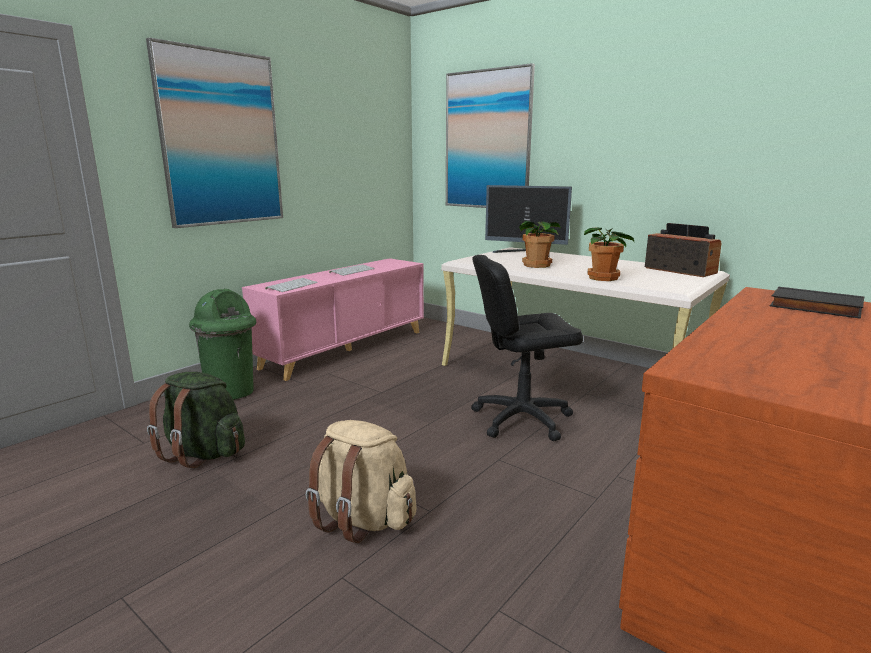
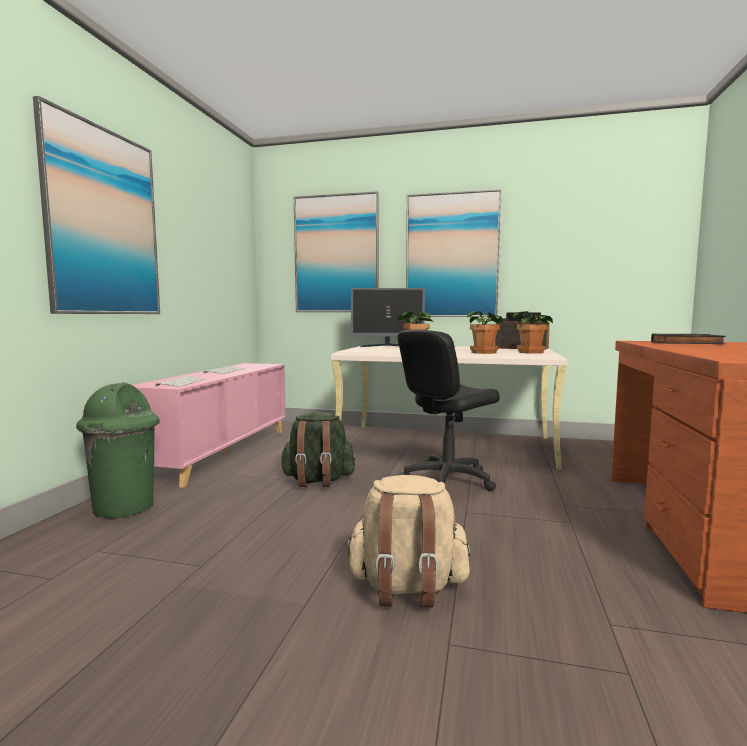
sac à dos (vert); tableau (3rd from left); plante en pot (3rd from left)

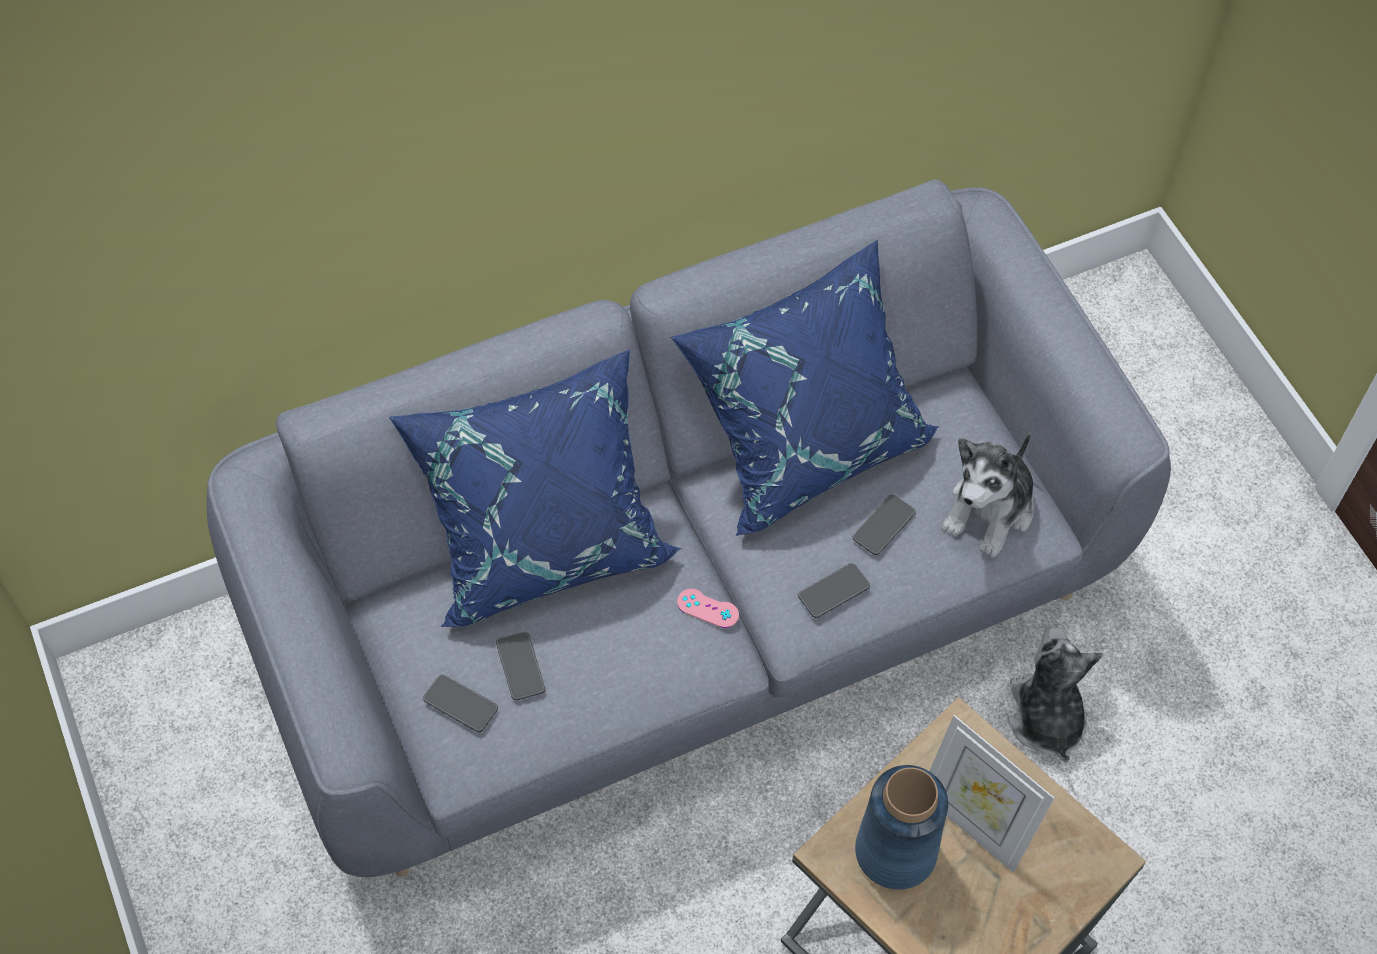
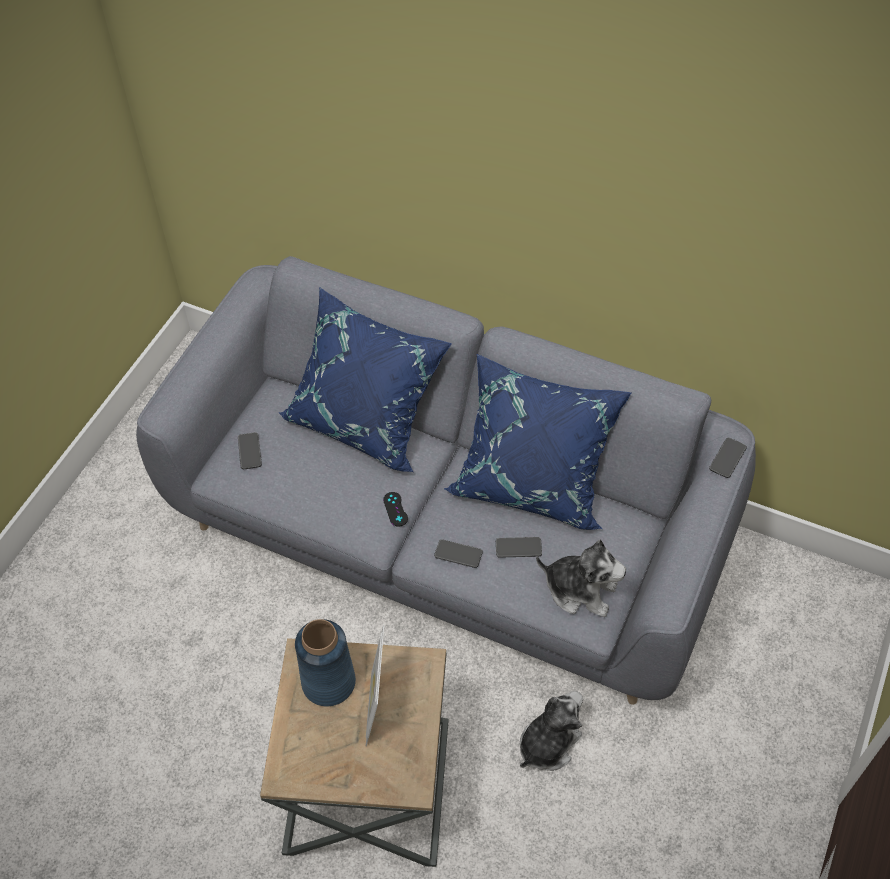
téléphone (4th from left); manette (noir); peluche (2nd from left)

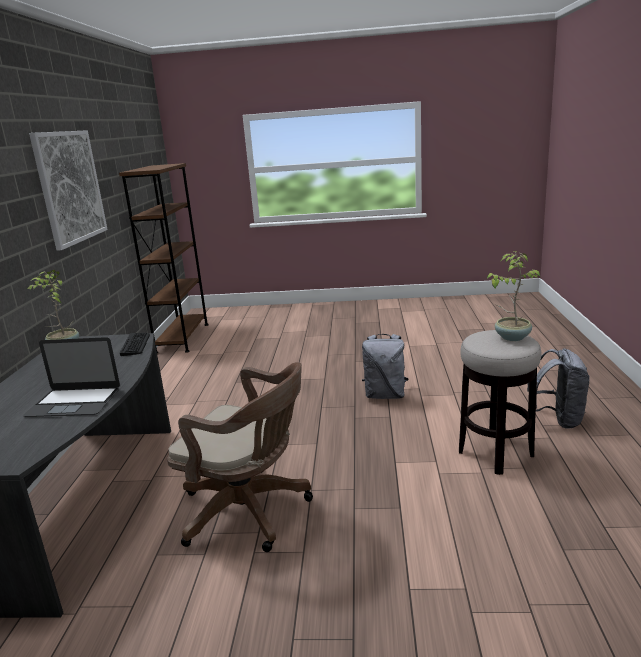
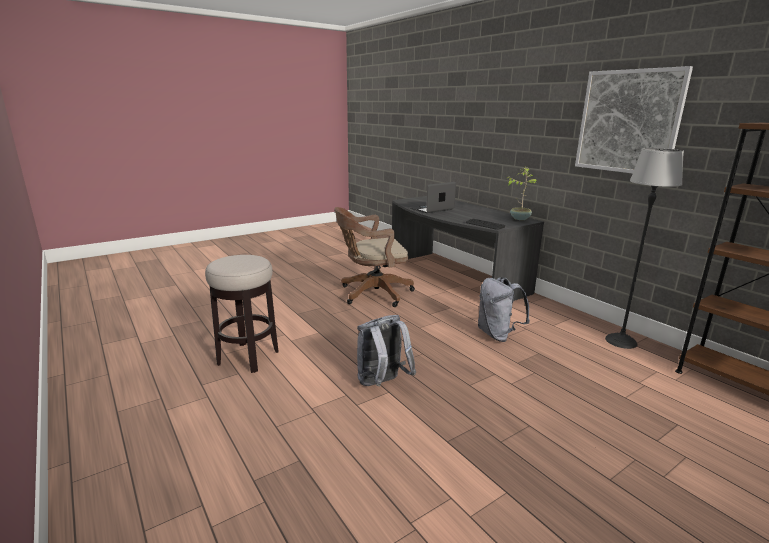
plante en pot (2nd from left in the first image); sac à dos (gris) (2nd from left); lampadaire

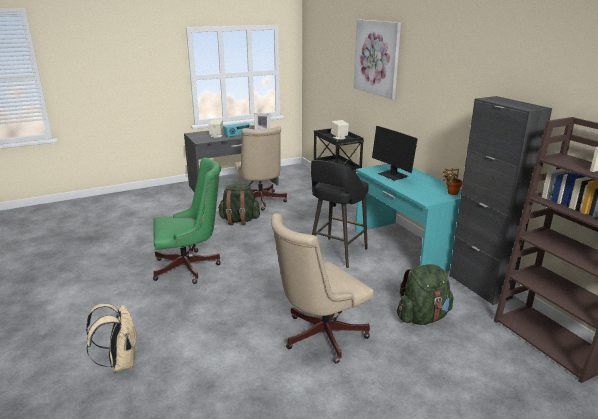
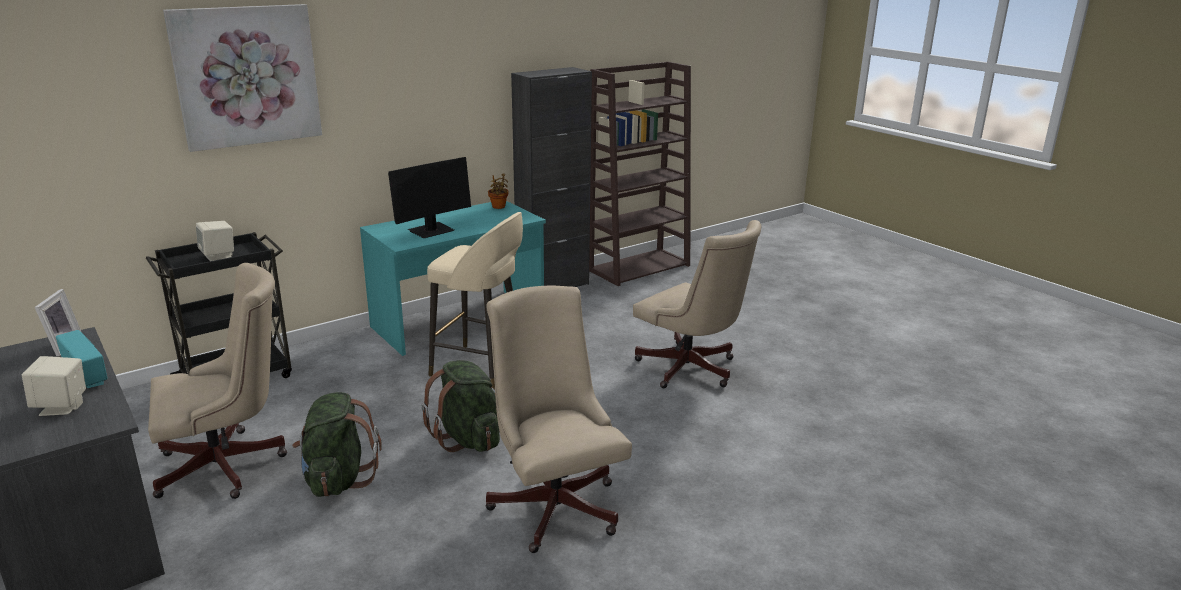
sac à dos (beige); chaise de bureau (beige) (2nd from left); tabouret (beige); sac à dos (vert) (2nd from left)

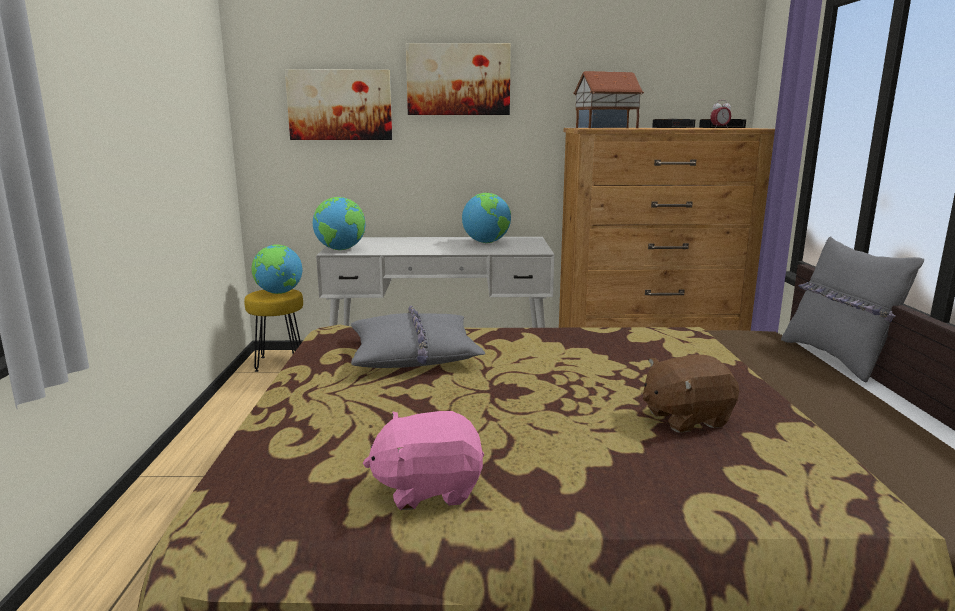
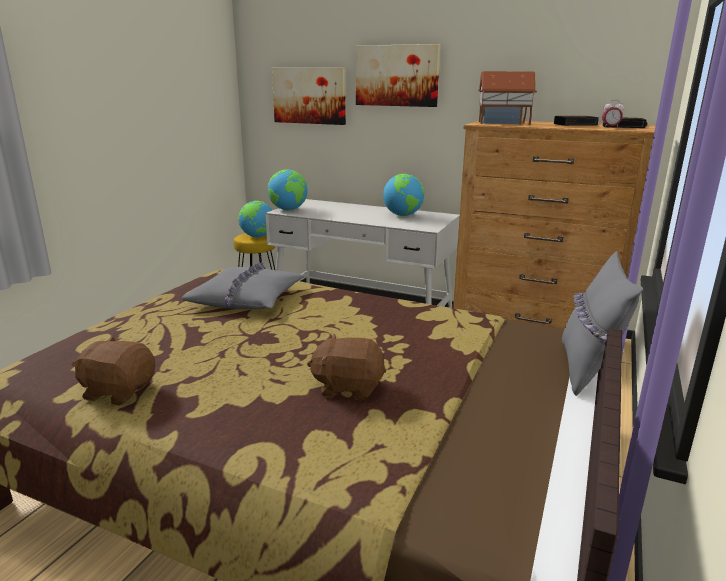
peluche (marron) (1st from left)

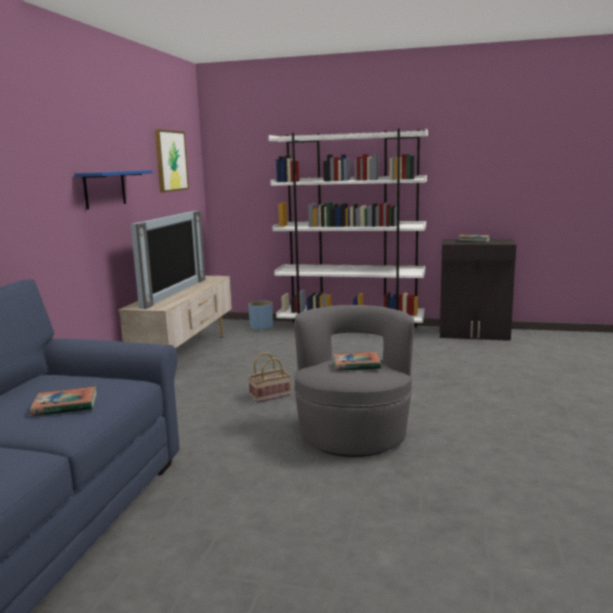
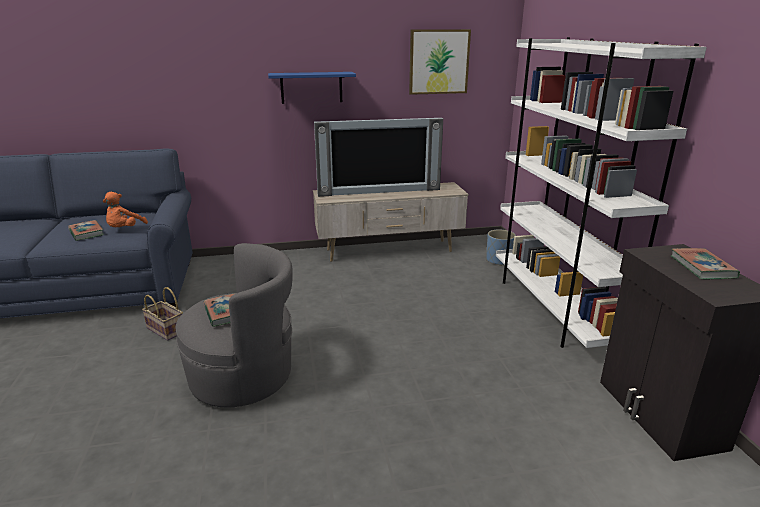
panier; peluche (orange)

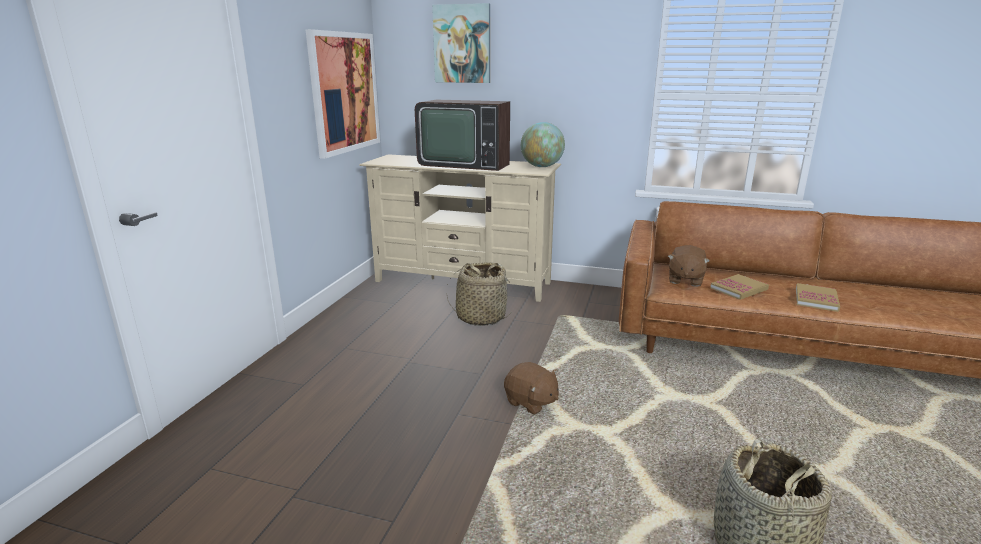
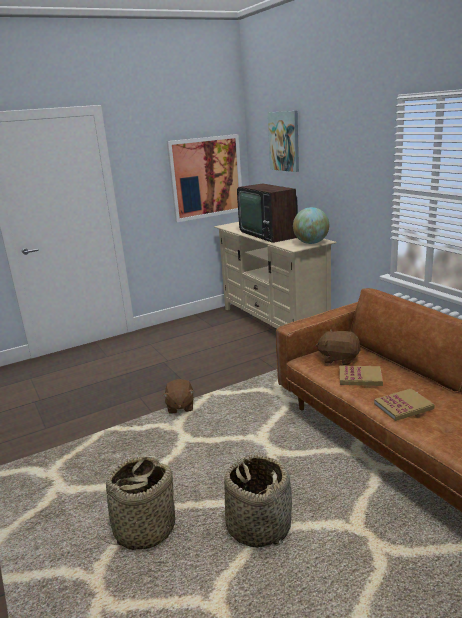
panier (2nd from left); peluche (marron) (2nd from left)

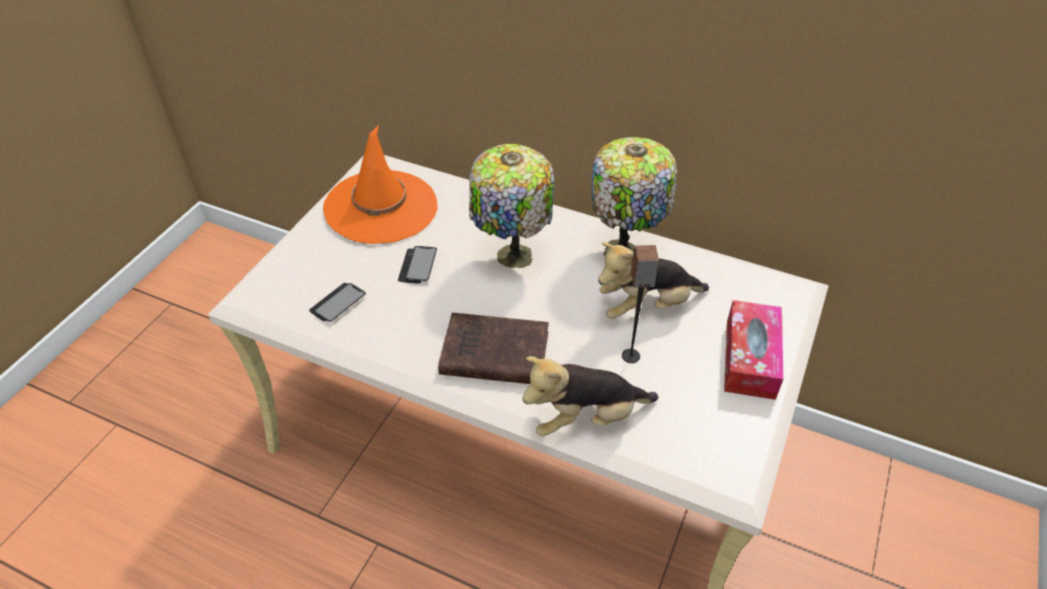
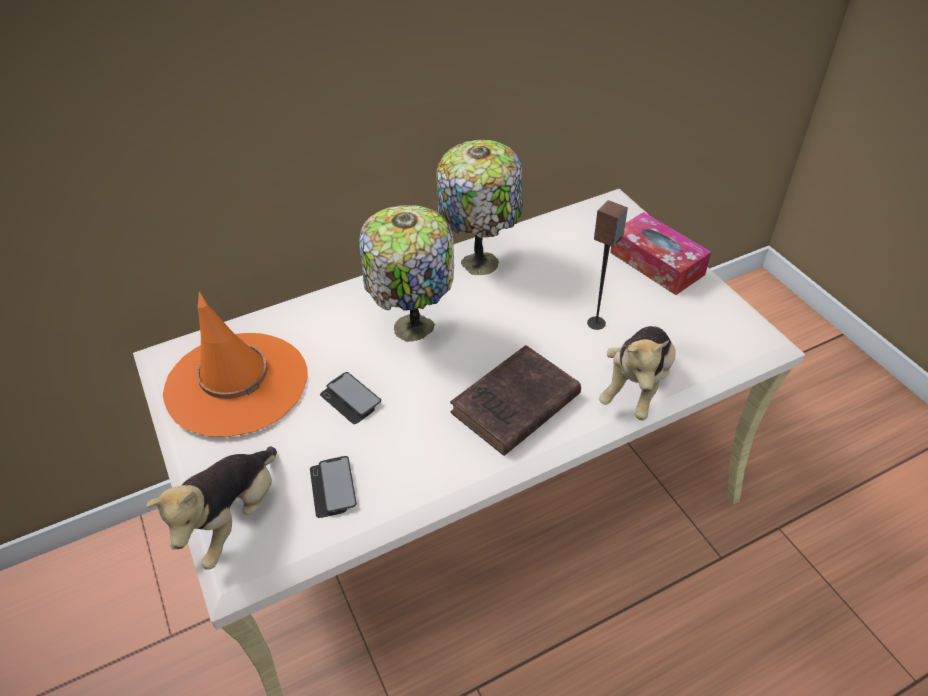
peluche (1st from left)

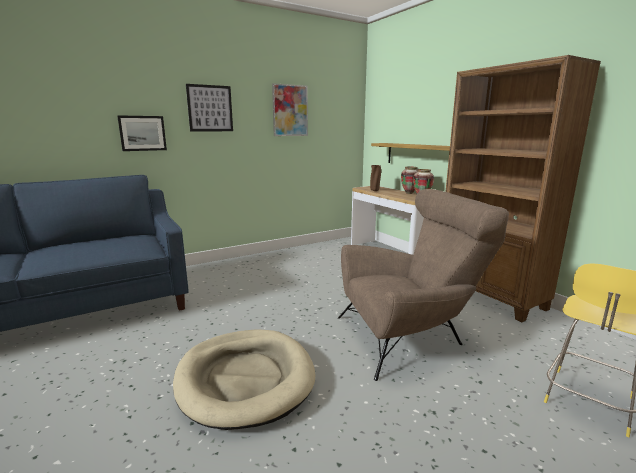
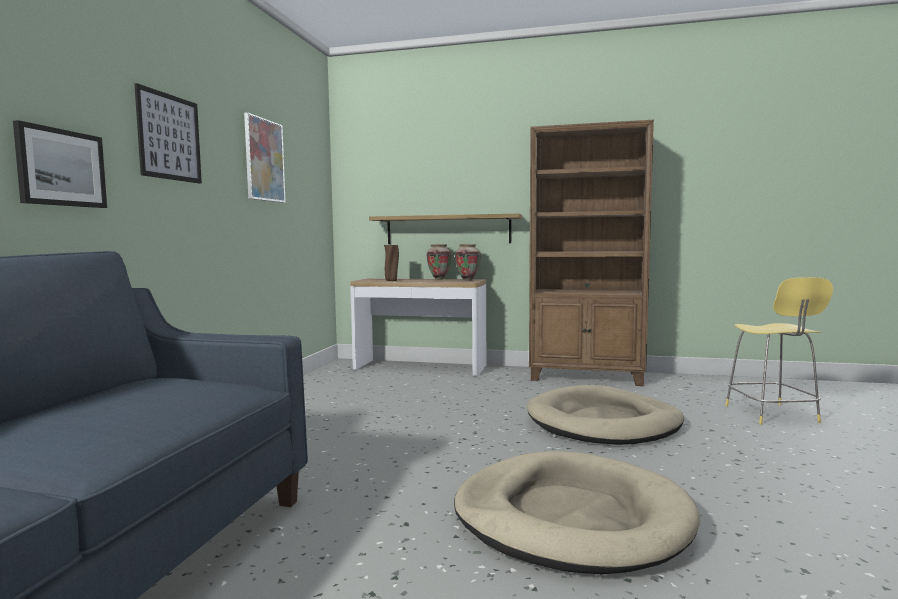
panier pour chien (beige) (2nd from left)

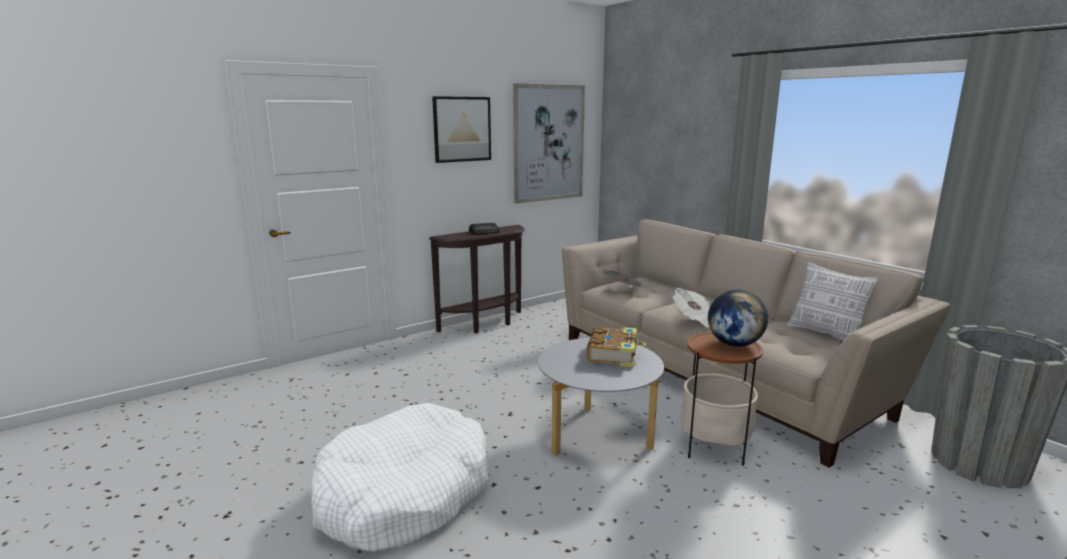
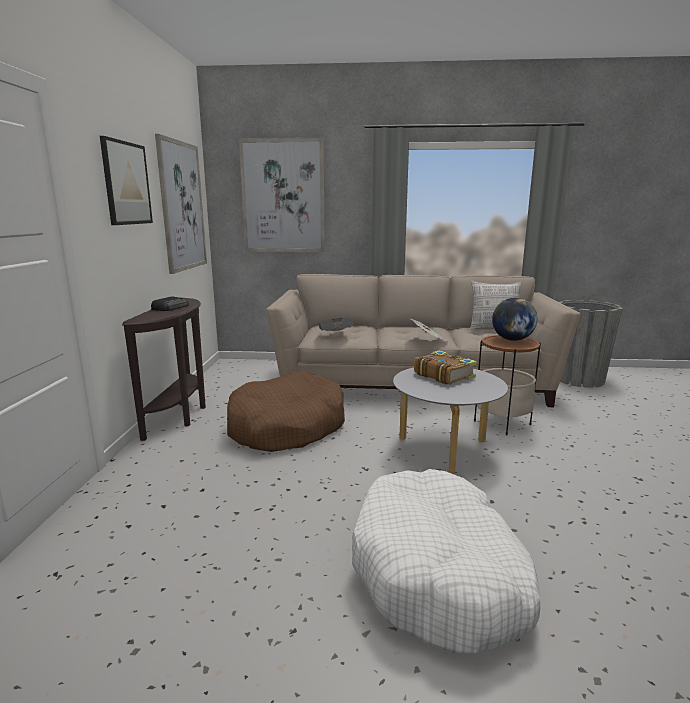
panier pour chien (marron); tableau (3rd from left)

